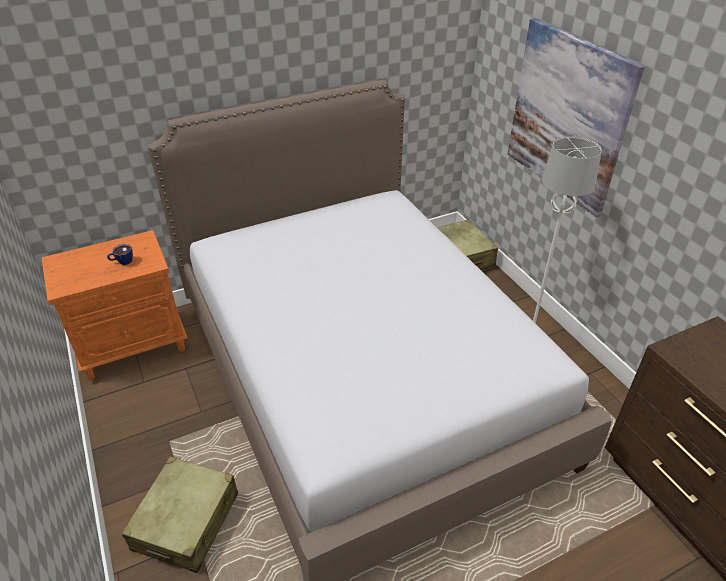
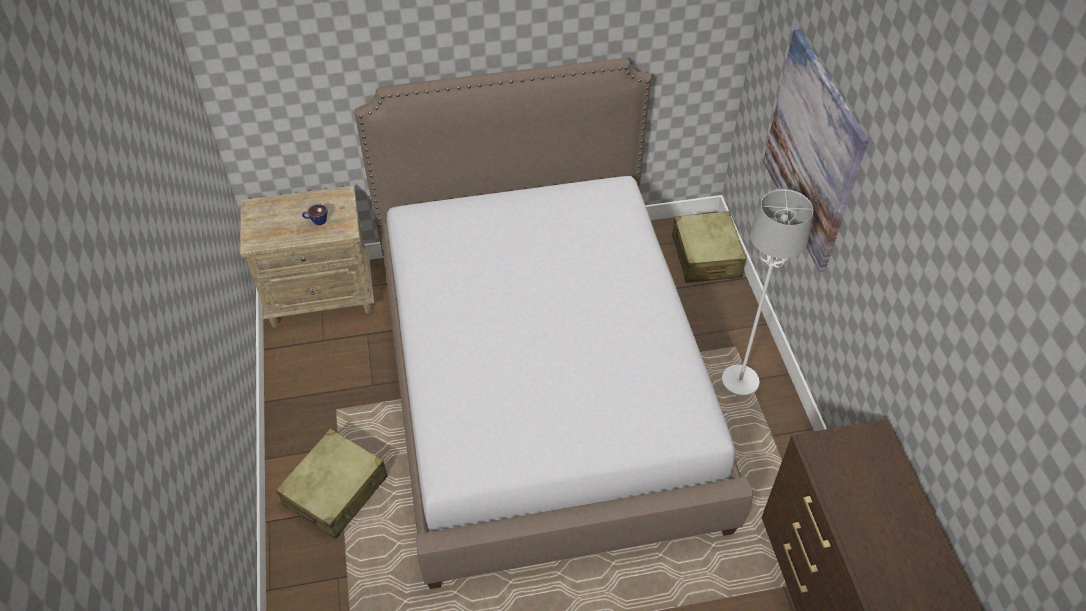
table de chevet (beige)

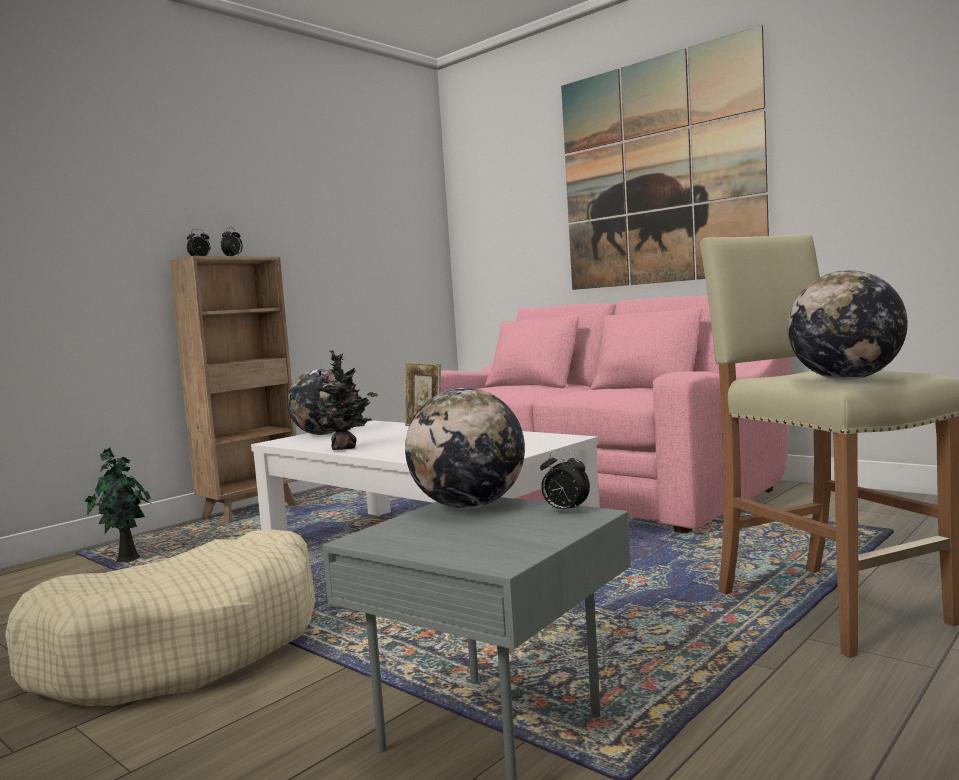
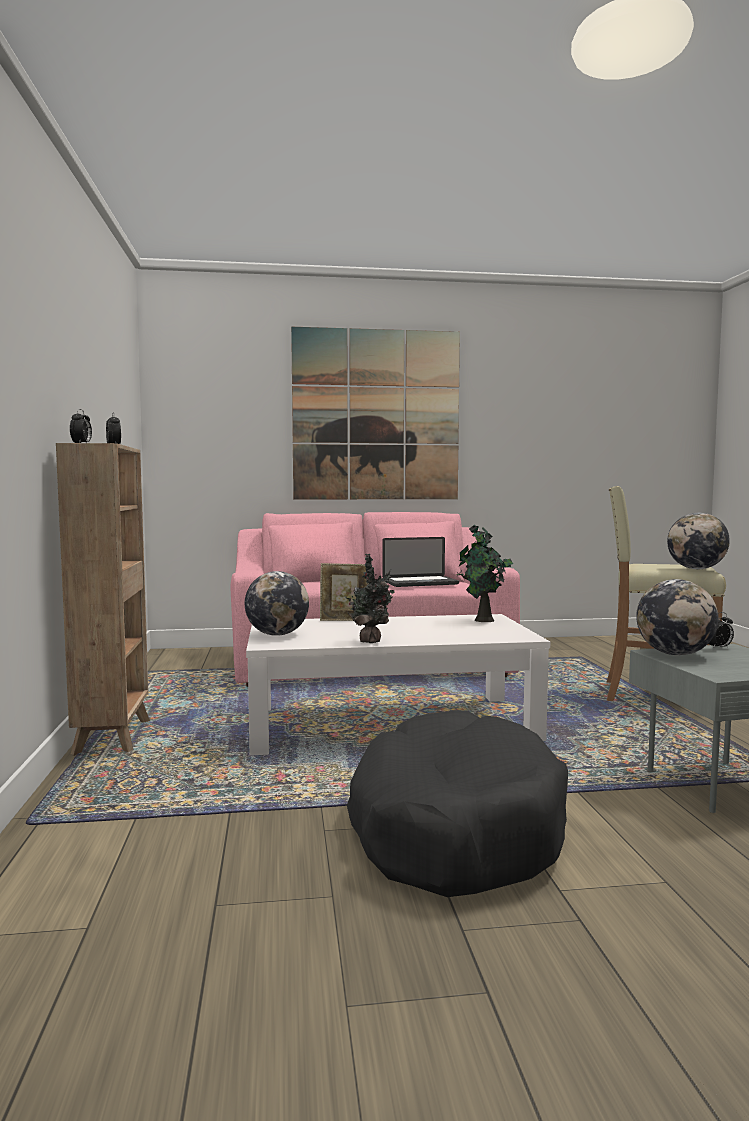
panier pour chien (noir); plante en pot (2nd from left); ordinateur portable

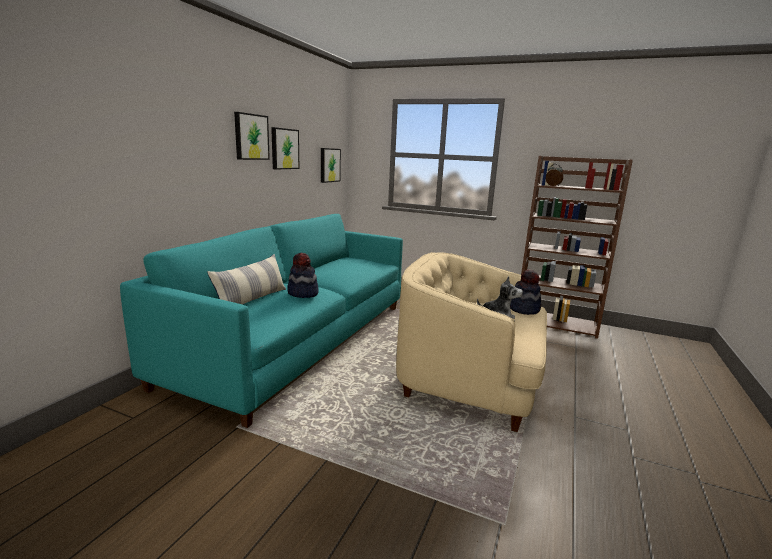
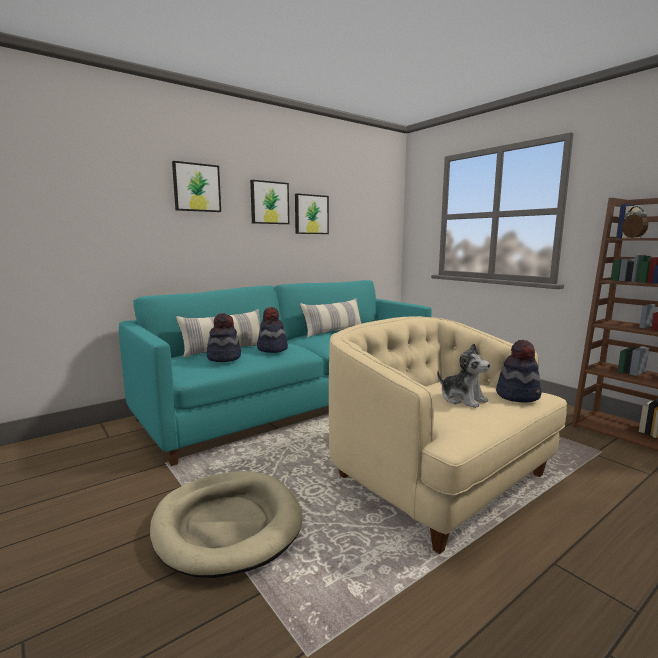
tableau (1st from left); panier pour chien (beige); chapeau (1st from left); coussin (2nd from left)

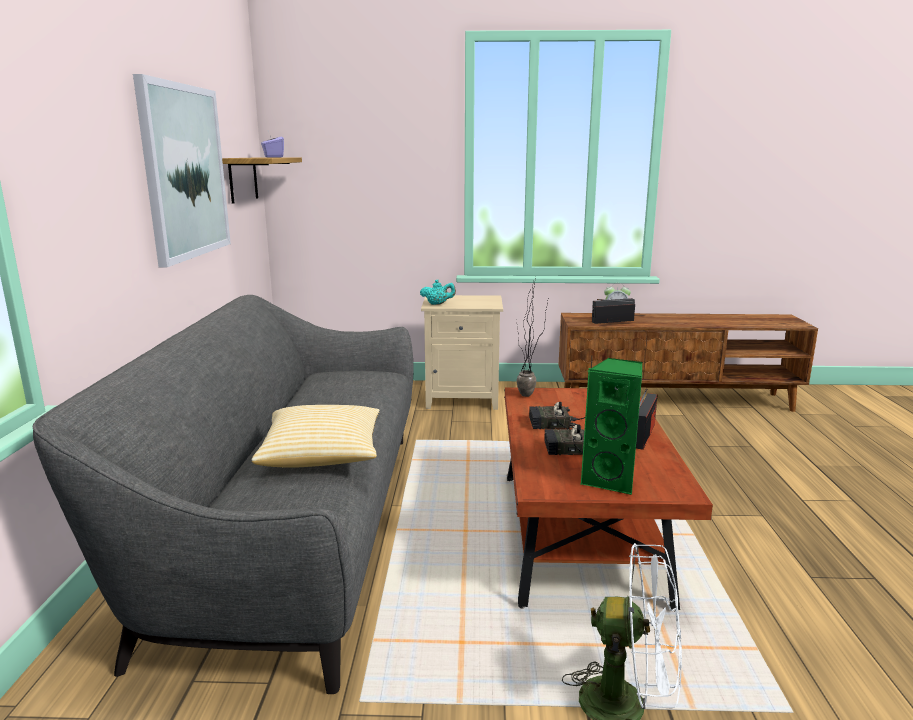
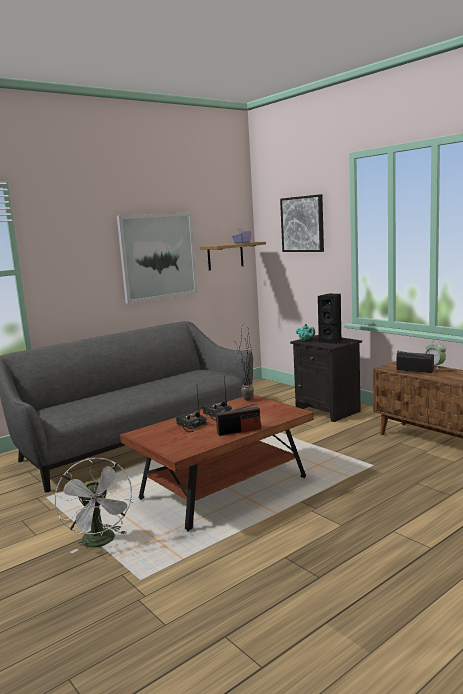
coussin; table de chevet (noir); enceinte (vert); tableau (2nd from left); enceinte (noir)

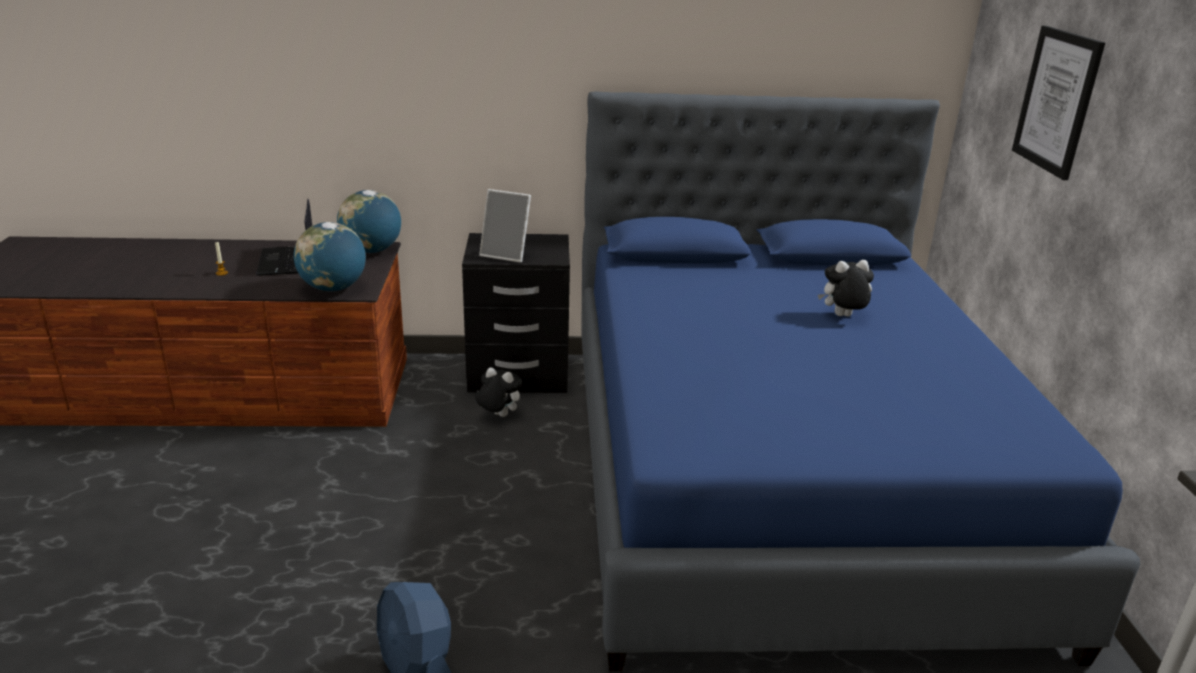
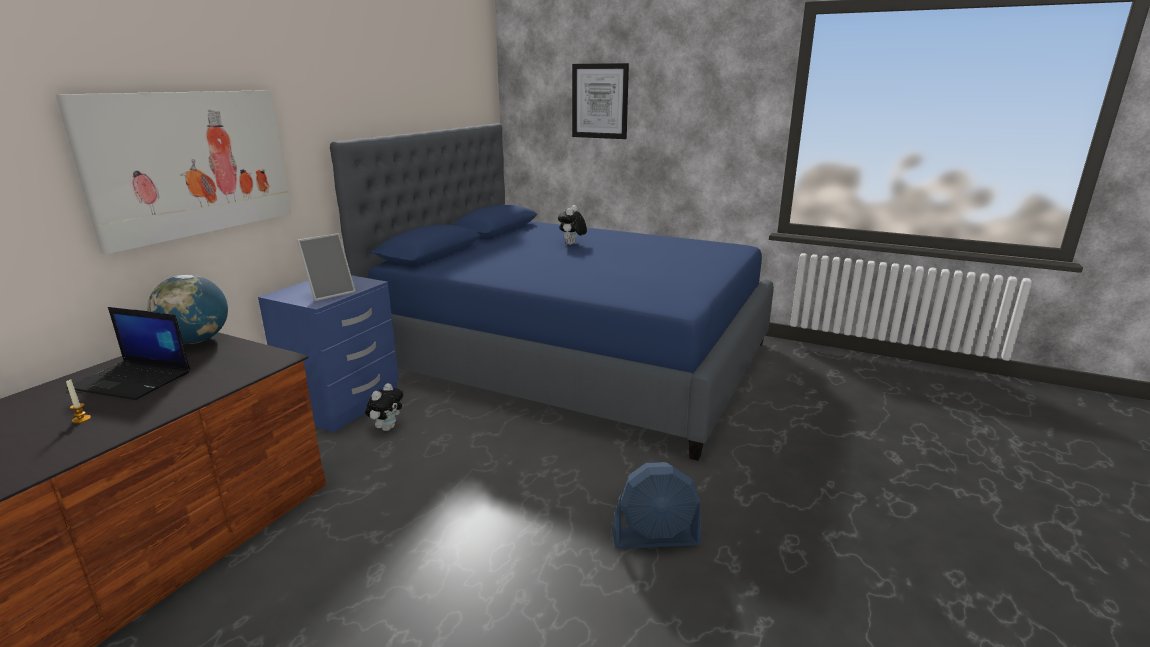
globe (1st from left in the first image); table de chevet (bleu); peluche (1st from left); tableau (1st from left)

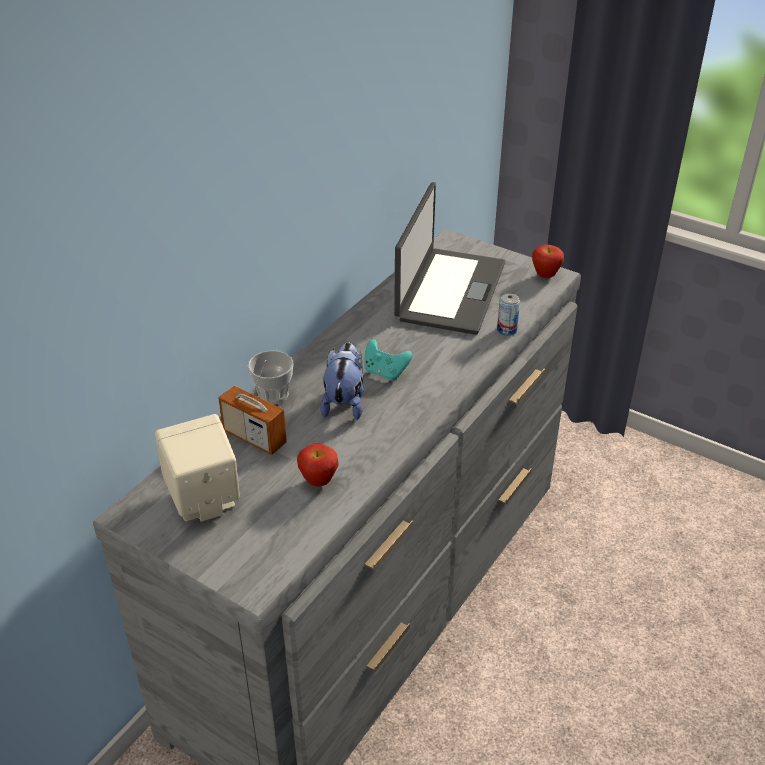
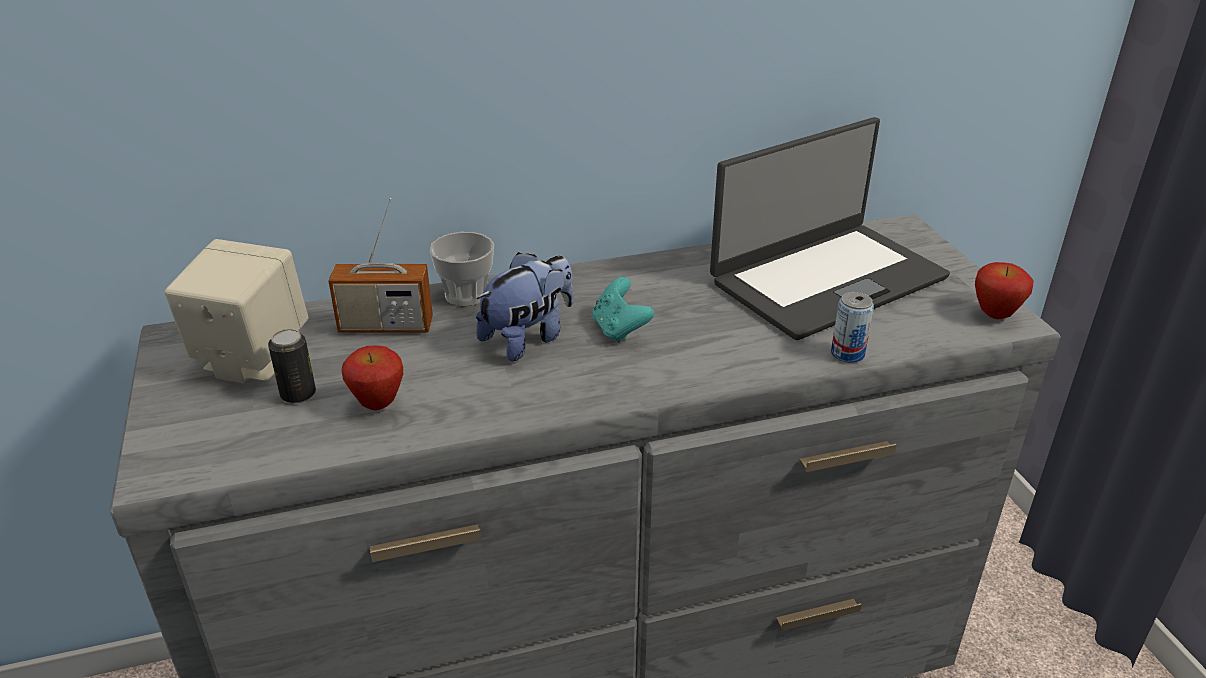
radio; boîte métallique (1st from left)

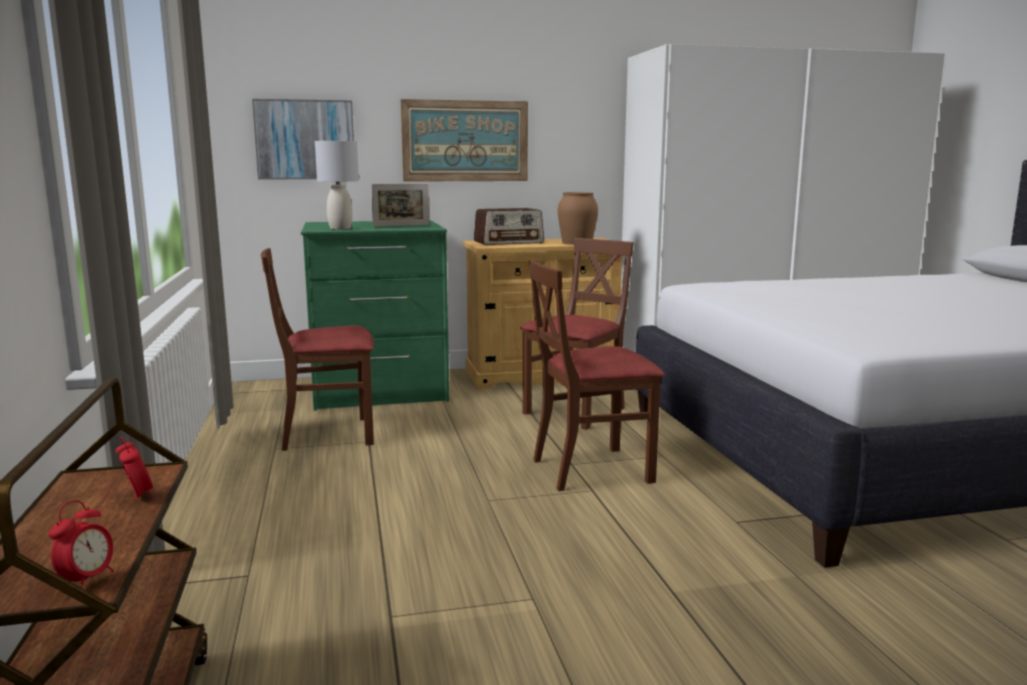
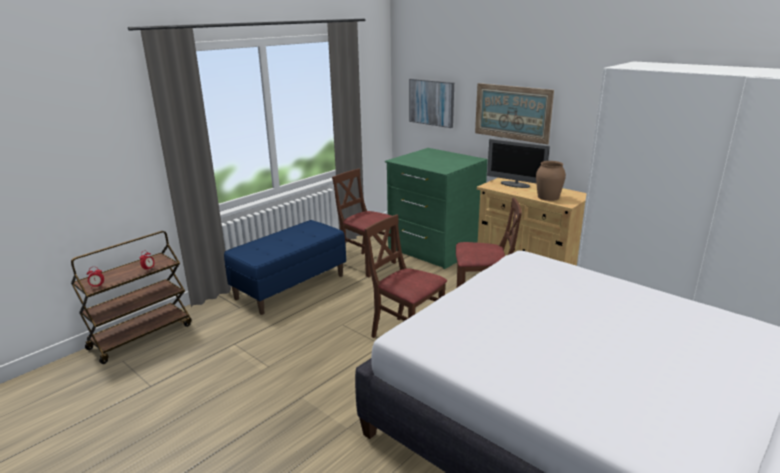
lampe de table (gris); cadre photo; écran d'ordinateur; banc (bleu)

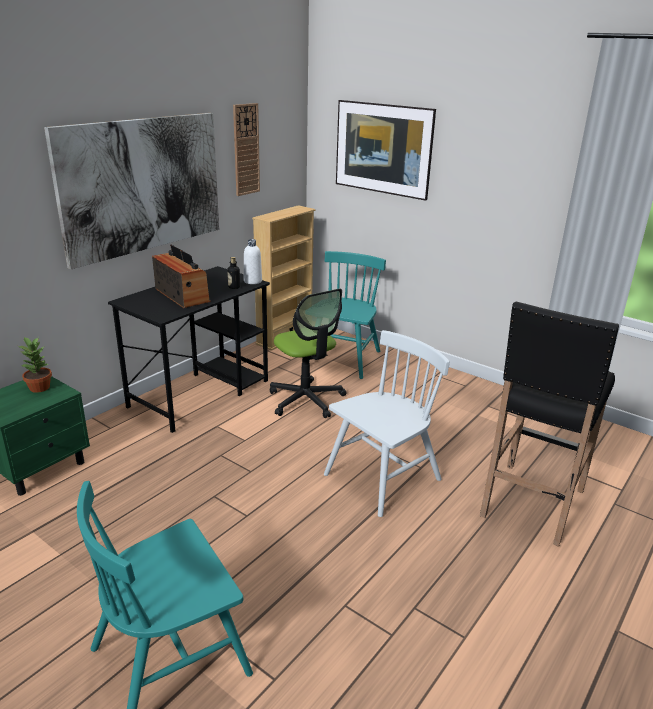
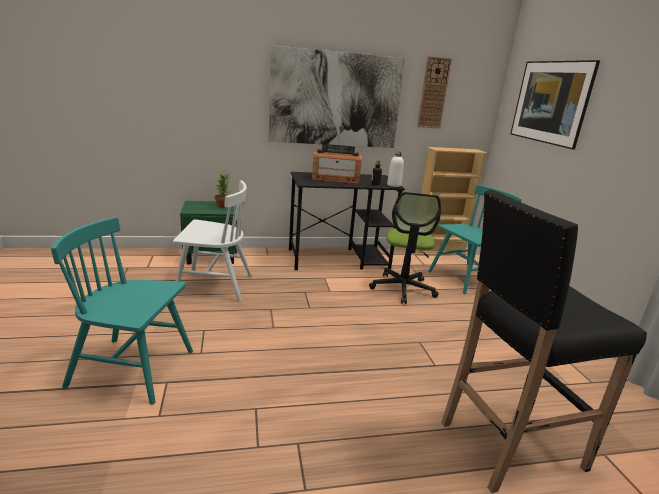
radio; chaise (blanc)

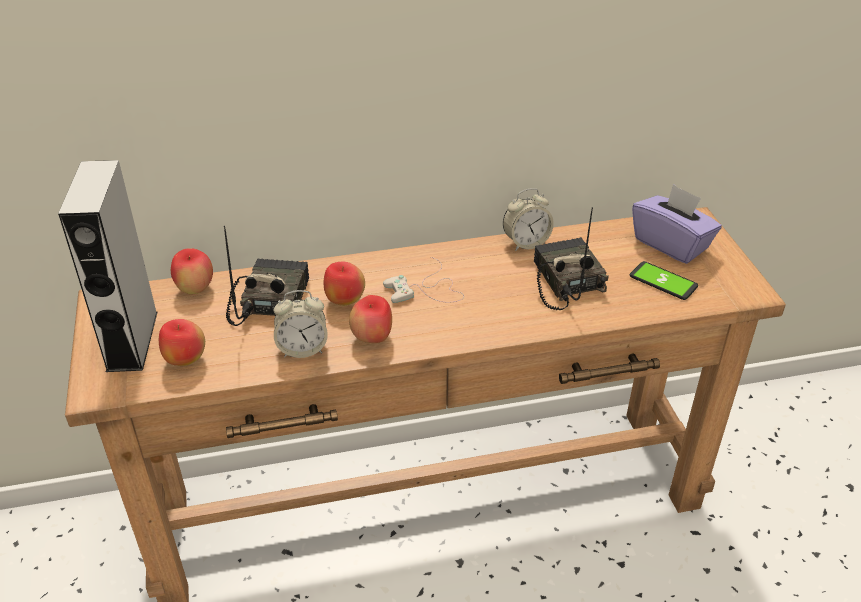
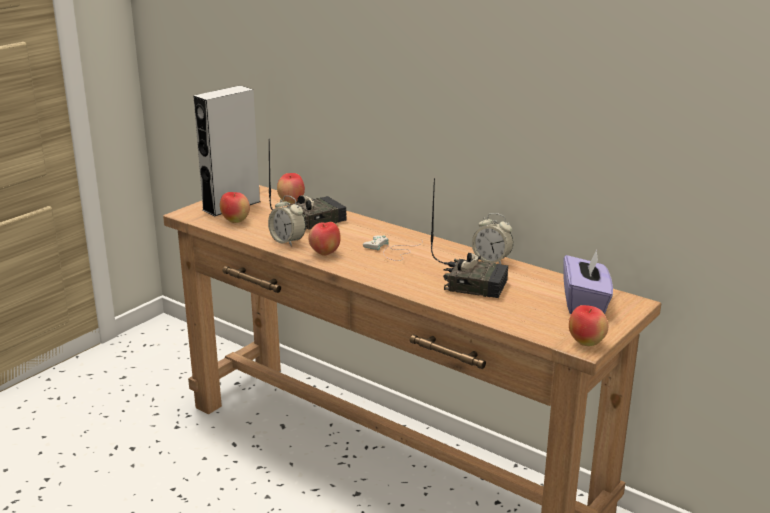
pomme (4th from left); radio (2nd from left); téléphone

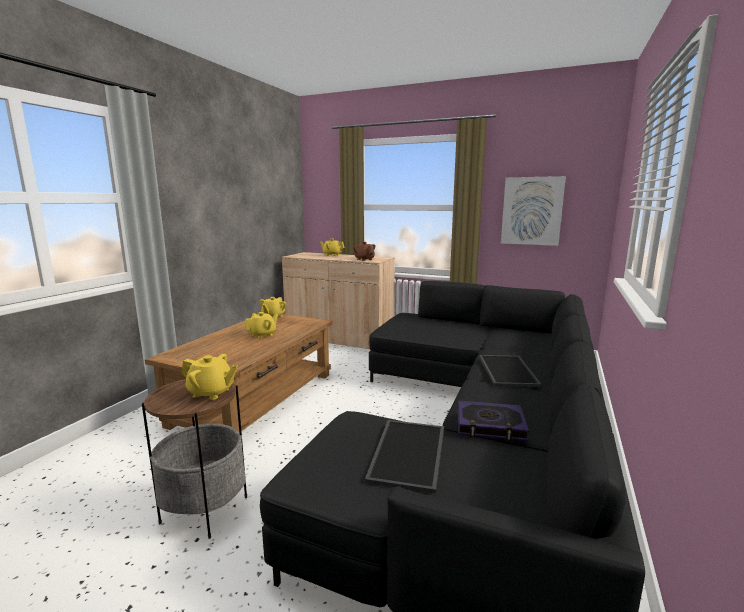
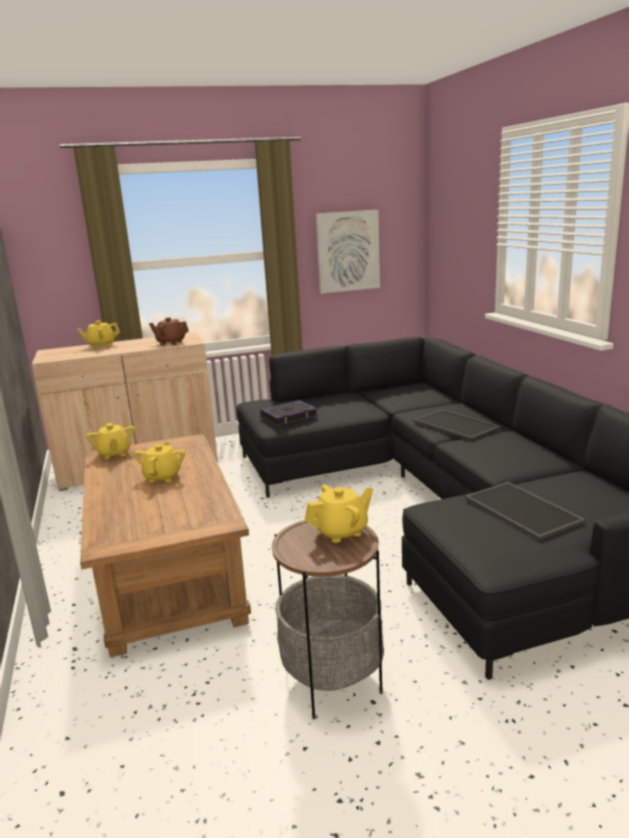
livre

